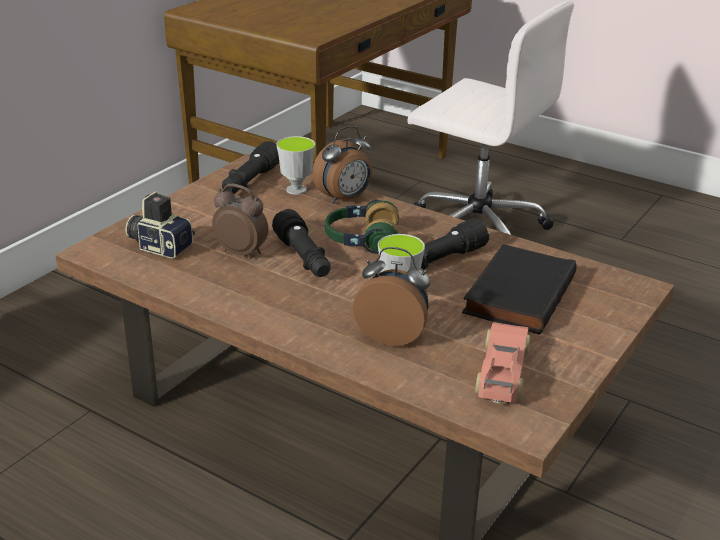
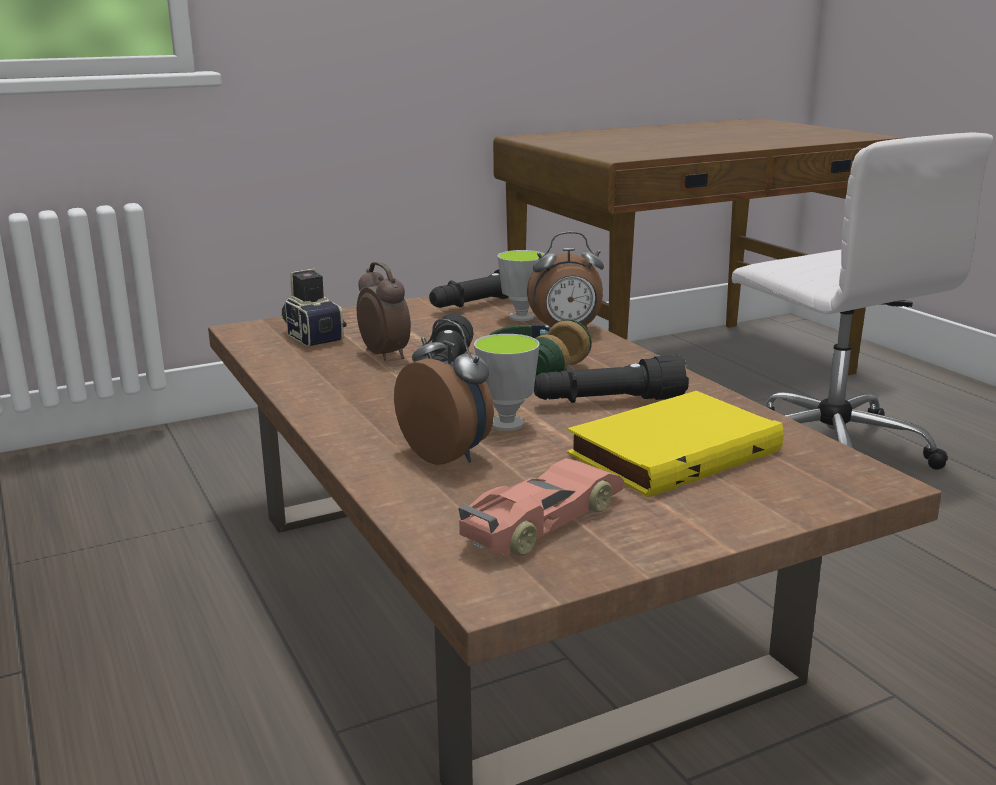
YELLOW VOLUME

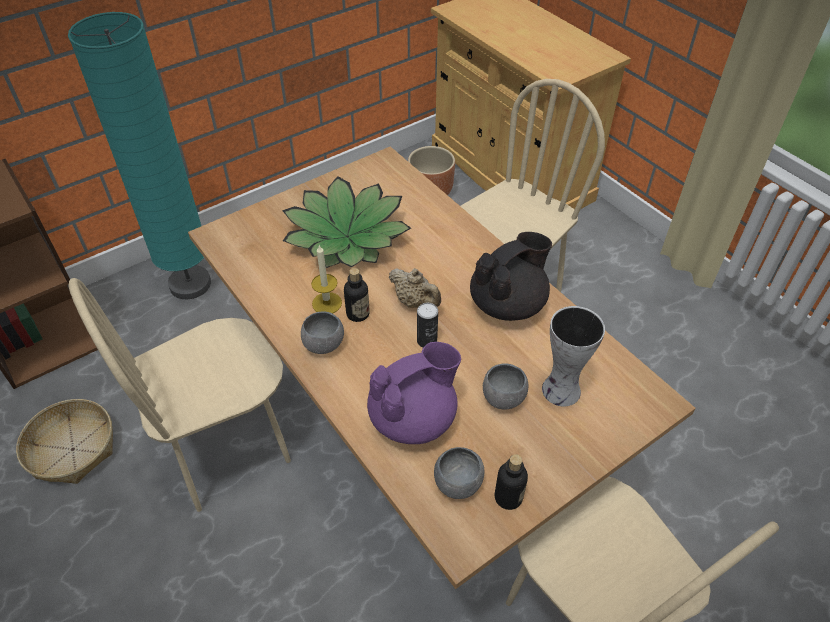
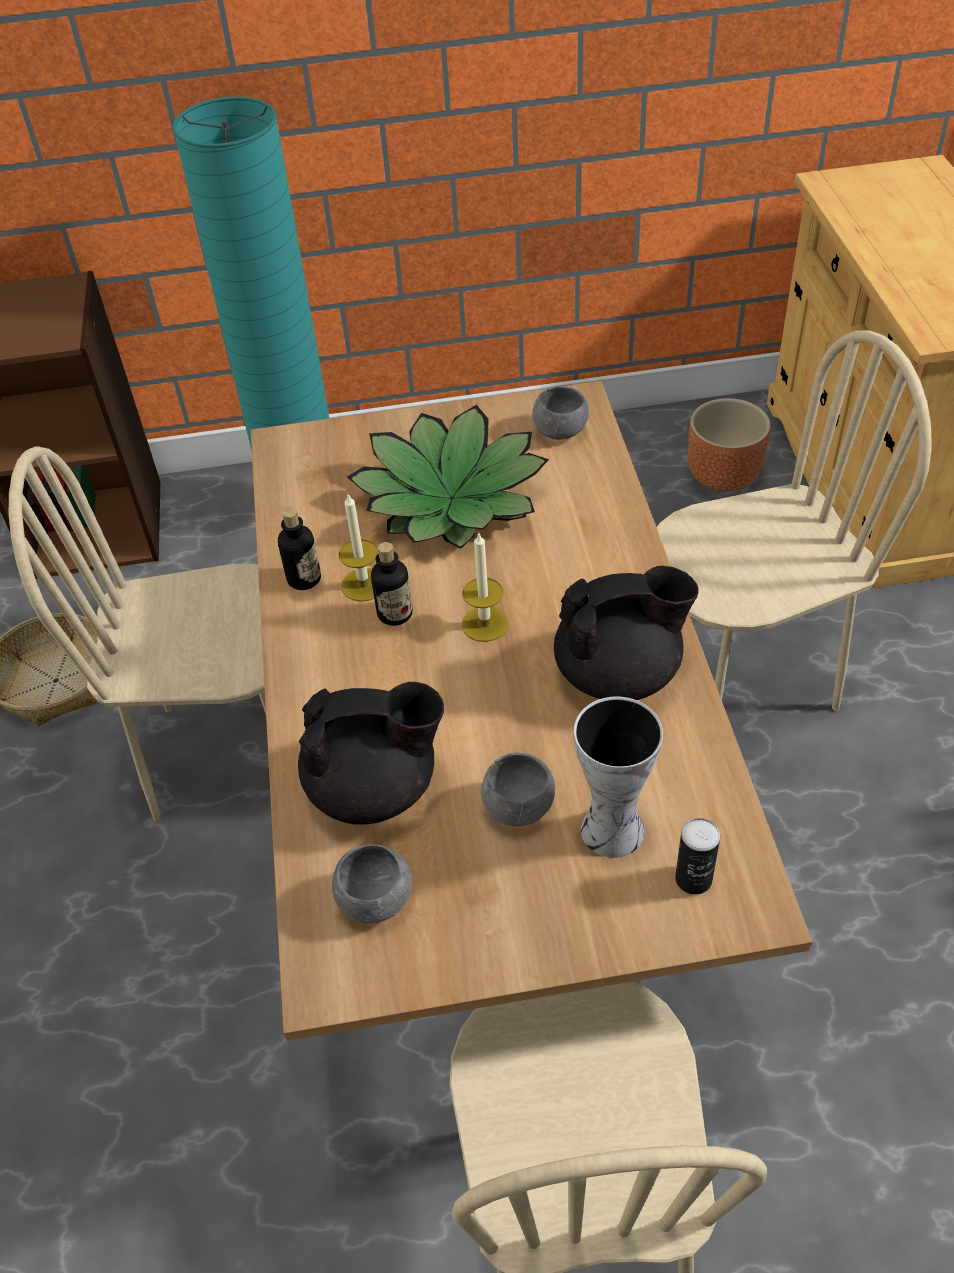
WAX CANDLE (2nd from left)
METAL CAN
GREYISH BOWL (3rd from left)
BLACK TEAPOT (1st from left)
BEVERAGE BOTTLE (1st from left)

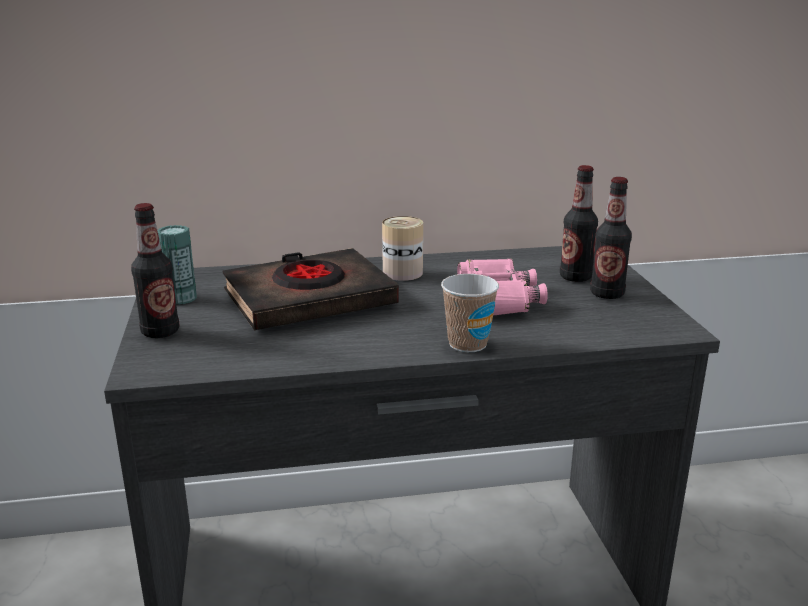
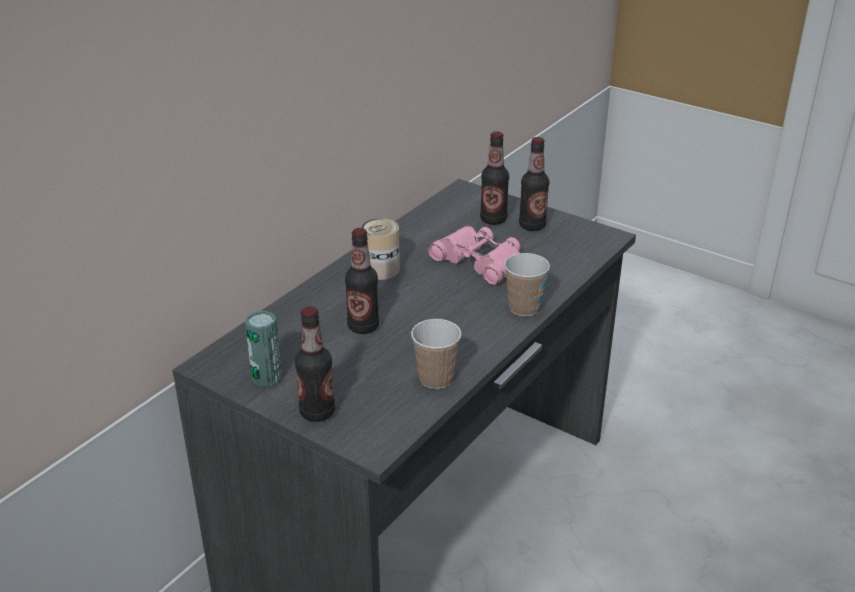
BEVERAGE BOTTLE (2nd from left)
CUP (1st from left)

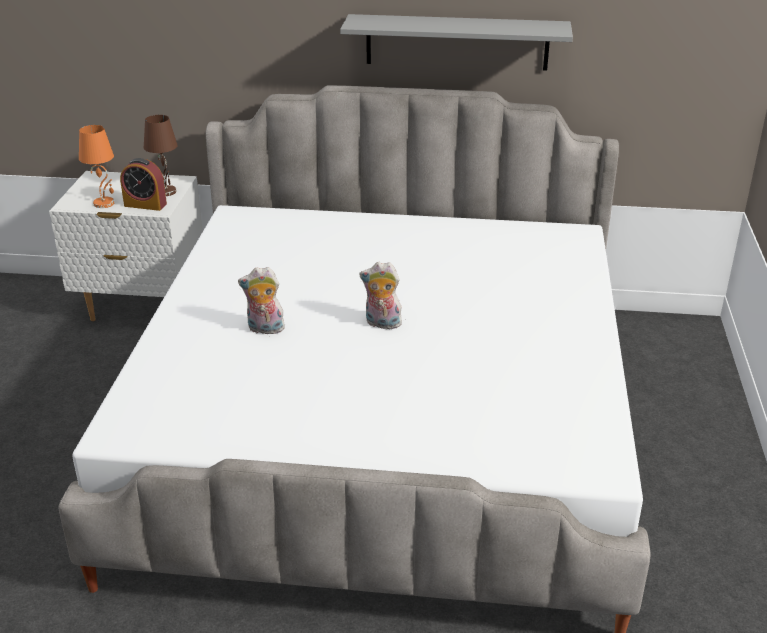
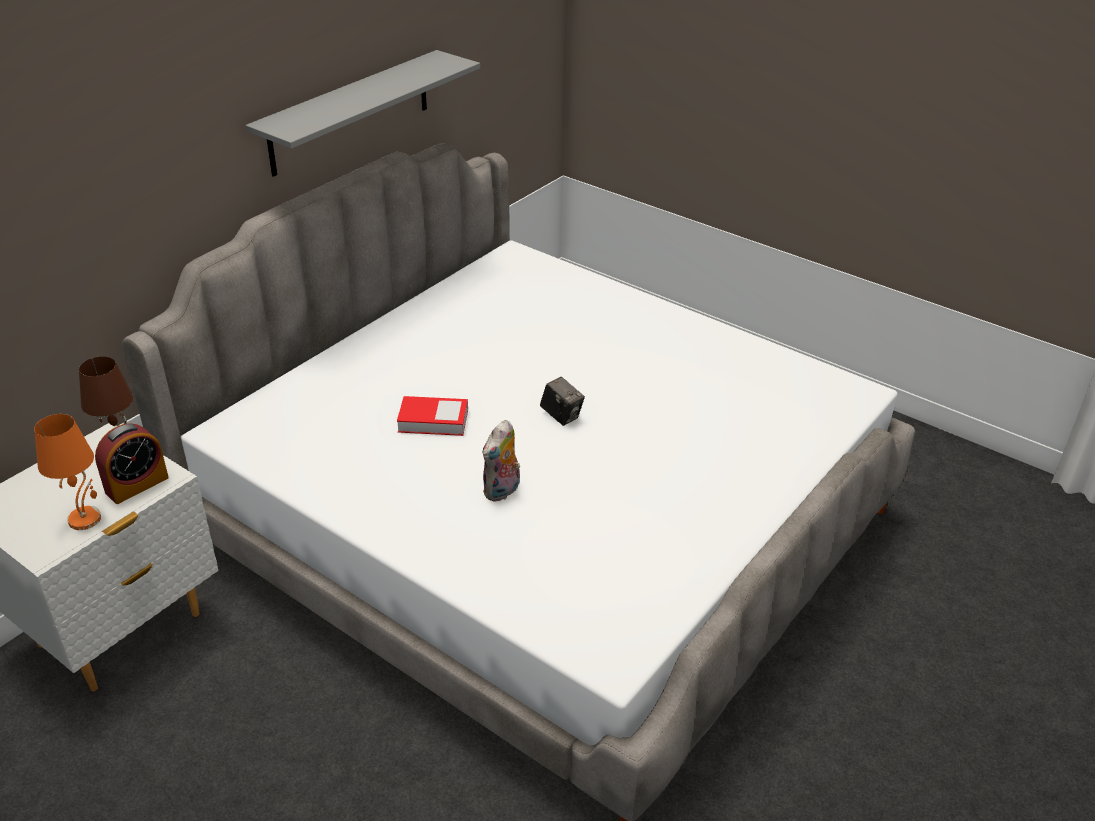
STILL CAMERA
VOLUME

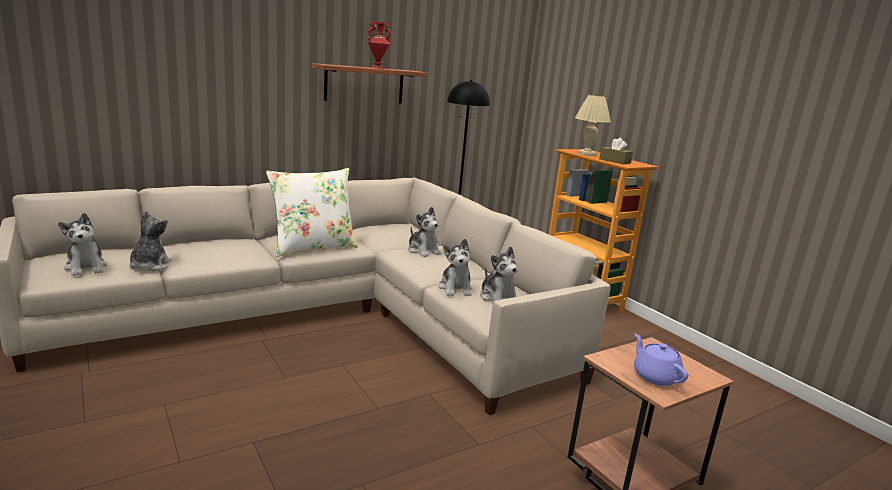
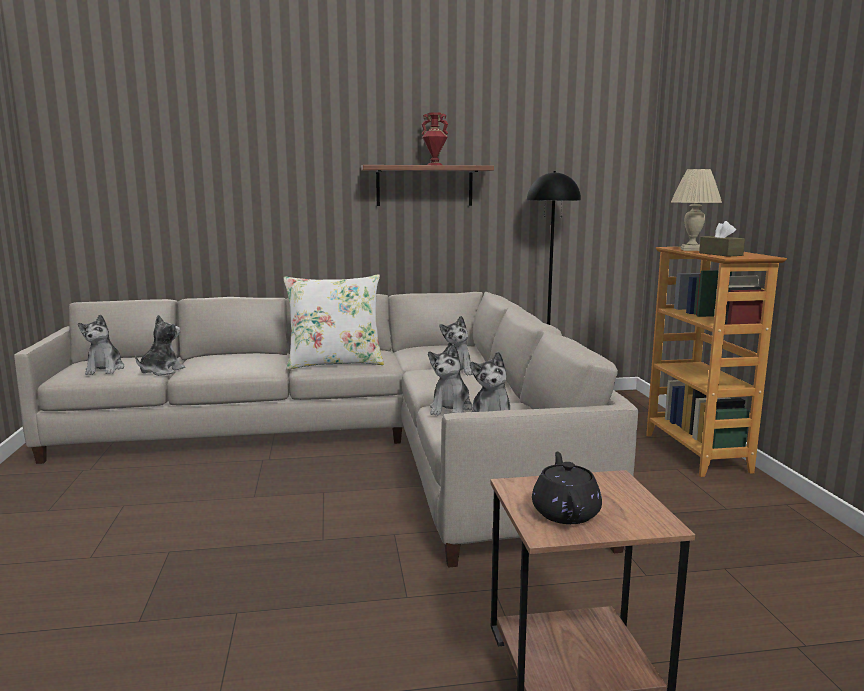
BLACK TEAPOT

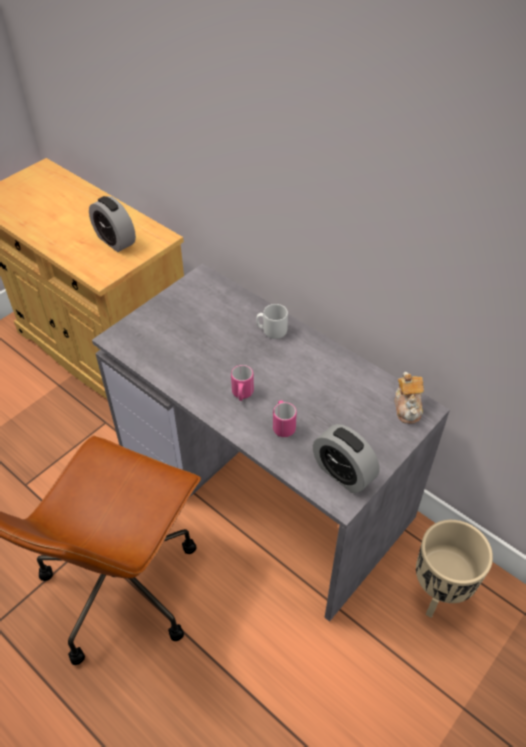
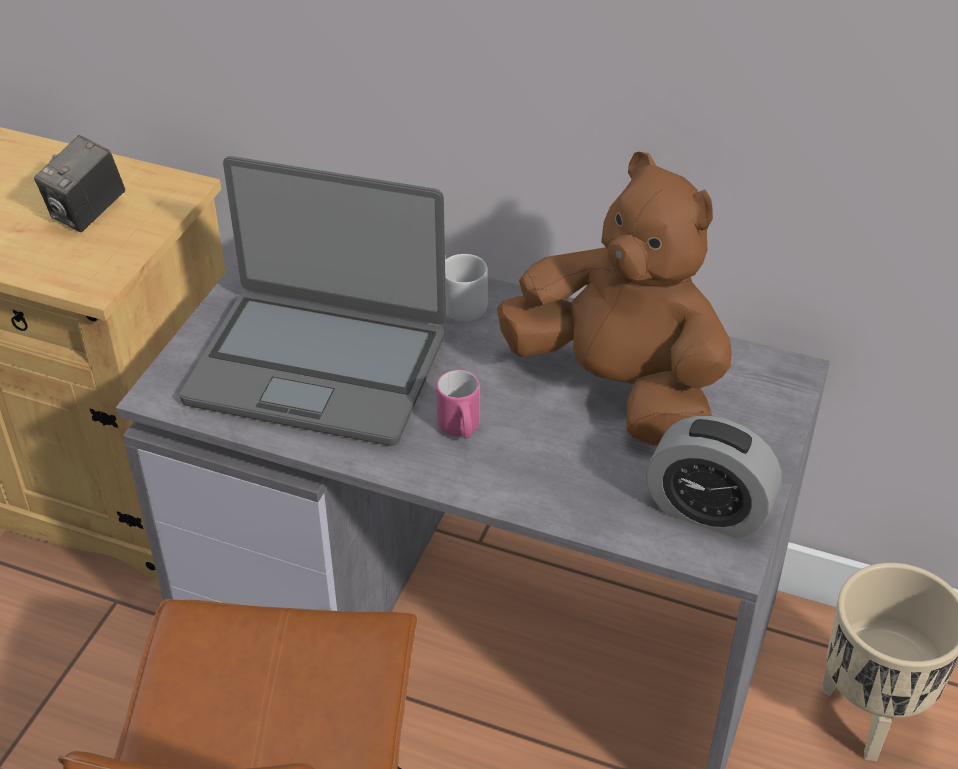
STILL CAMERA
TEAPOT
PINKISH MUG (2nd from left in the first image)
BROWN SOFT TOY
LAPTOP

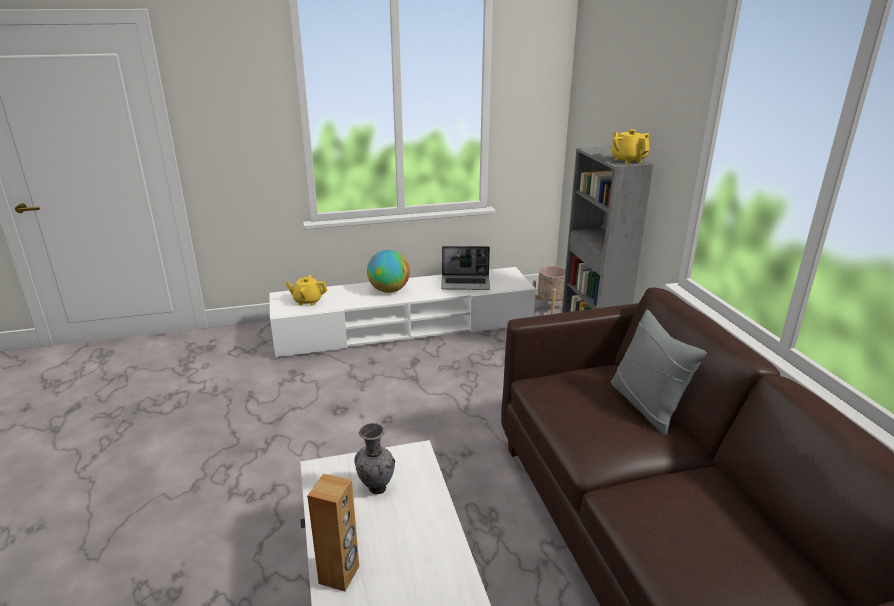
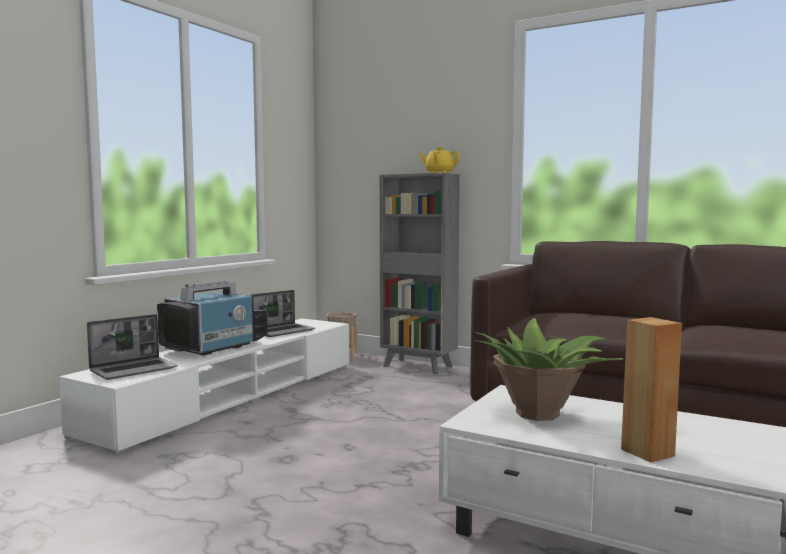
TELEVISION
LAPTOP (1st from left)
GREYISH CUSHION
HOUSEPLANT

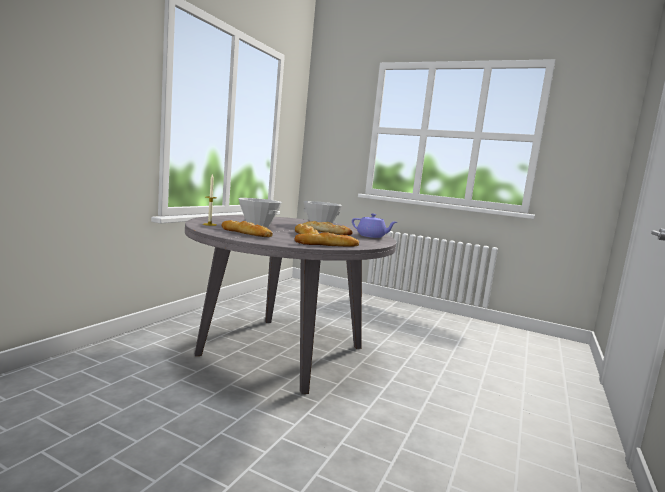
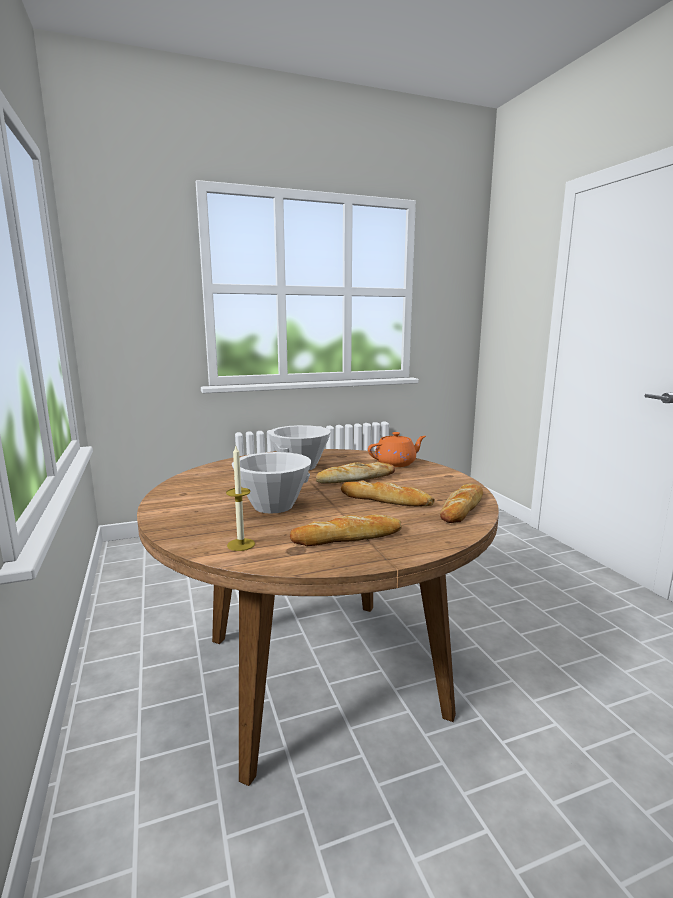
ORANGEY TEAPOT
BROWN DINNER TABLE

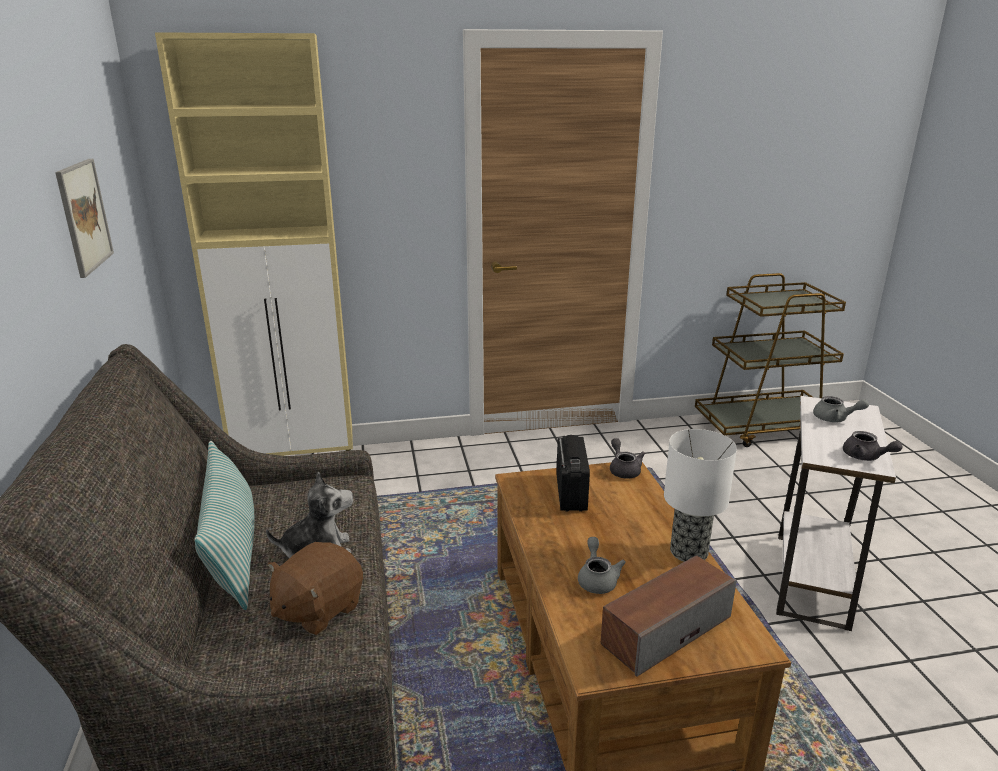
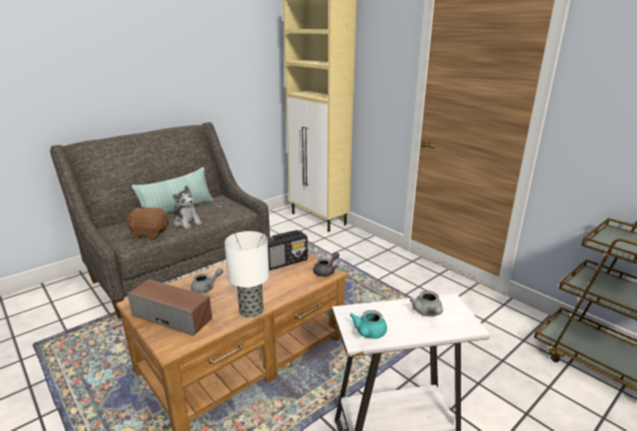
PICTURE
TURQUOISE-COLOURED TEAPOT

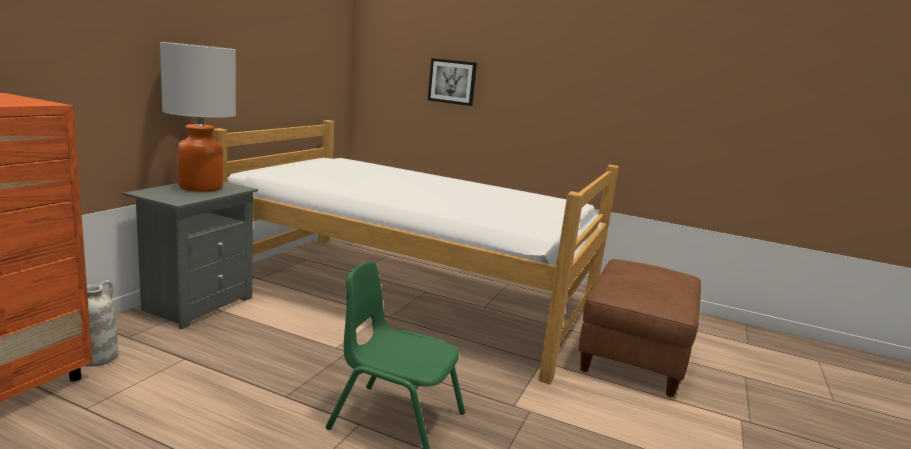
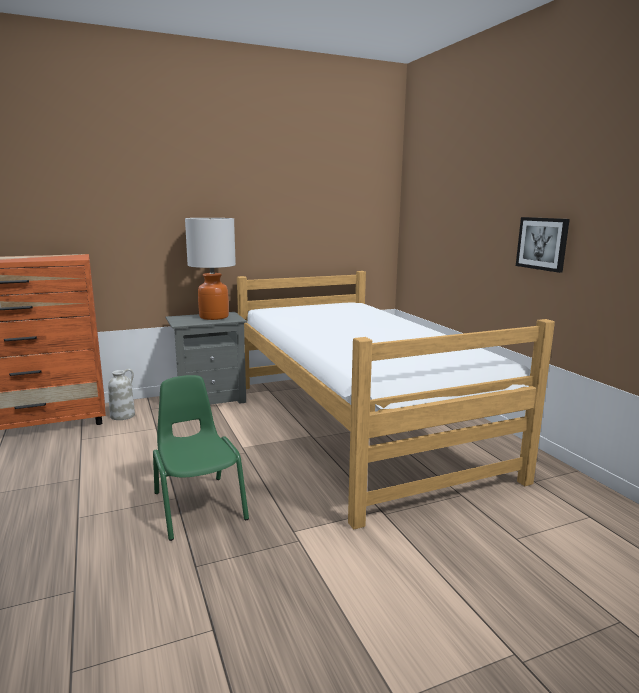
PICTURE
BROWN POUFFE

